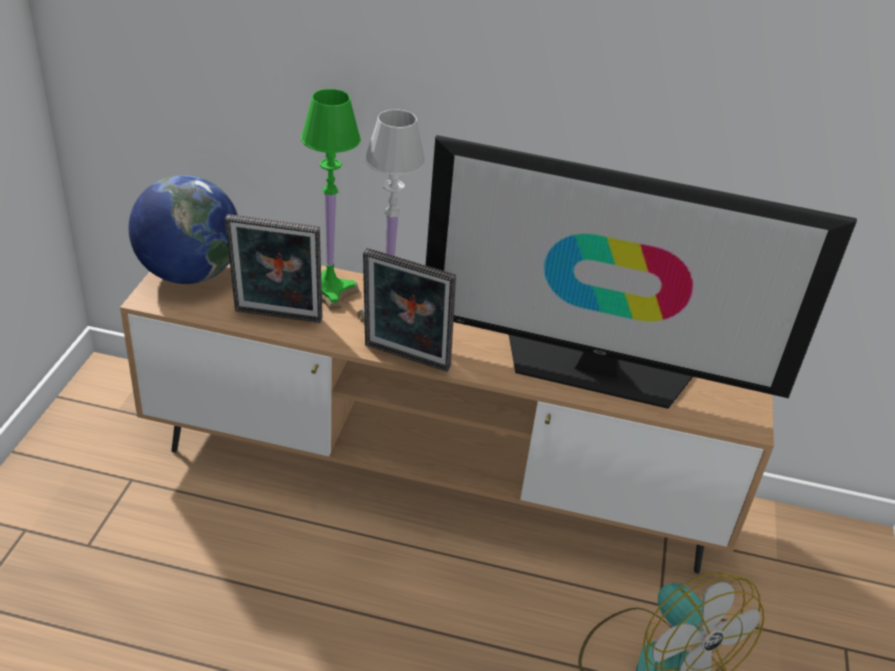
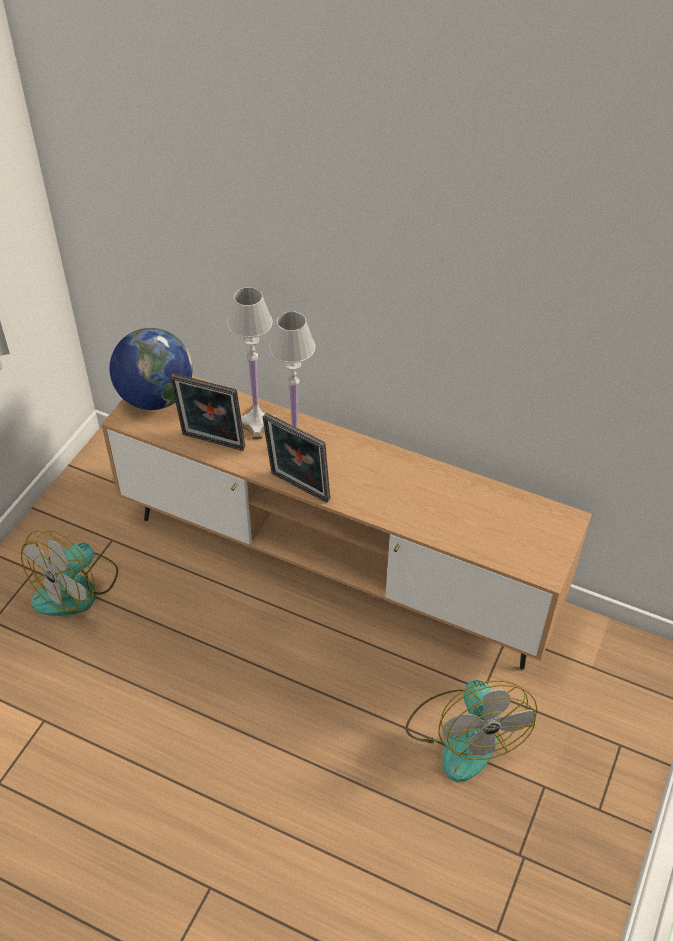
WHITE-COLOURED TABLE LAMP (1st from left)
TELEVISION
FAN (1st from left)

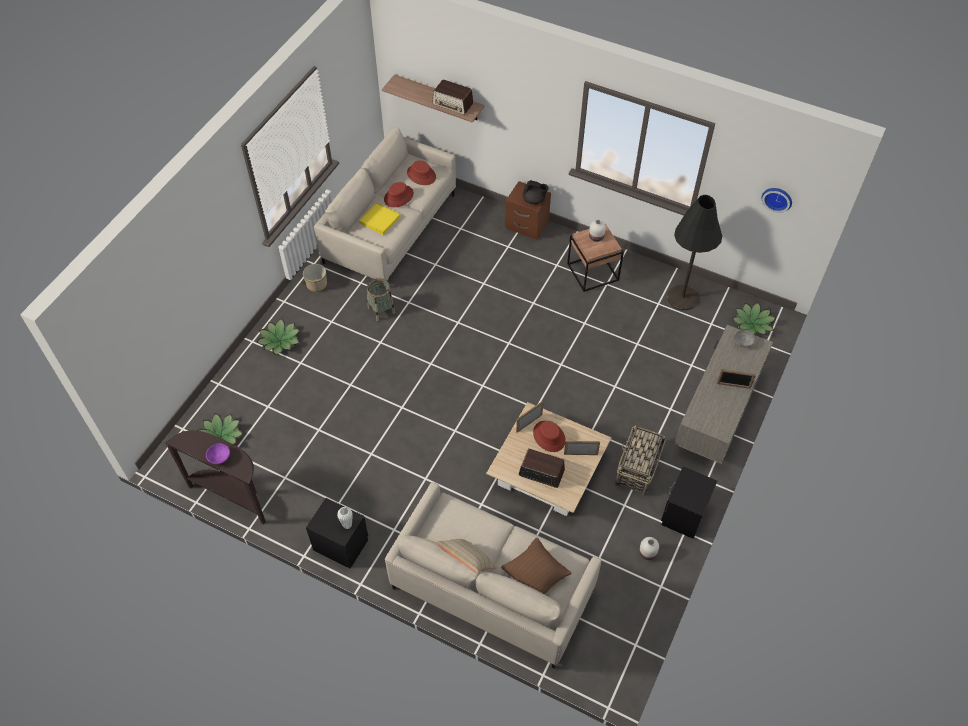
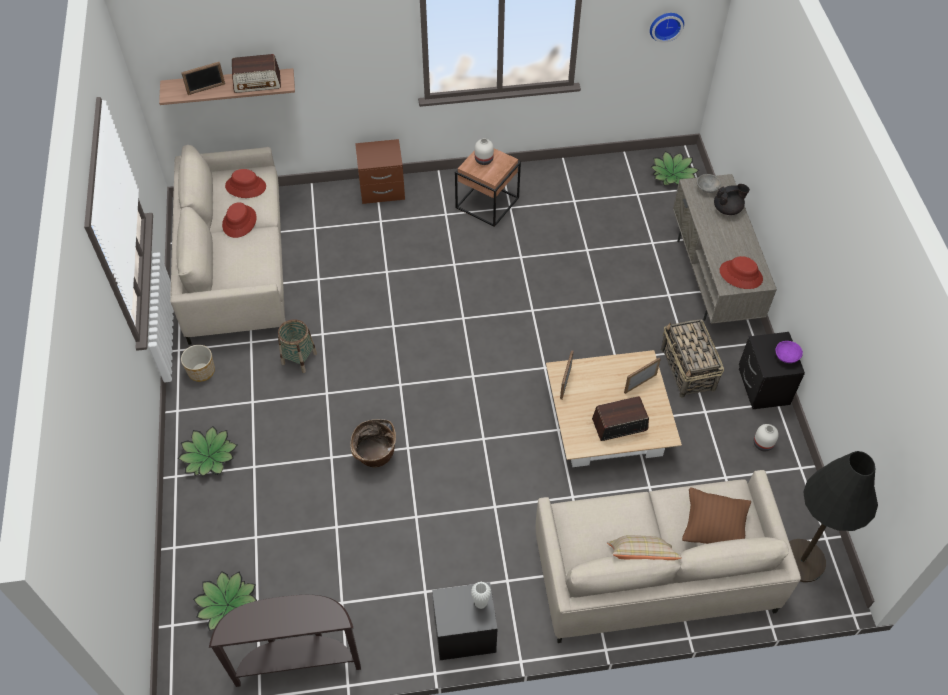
BLACK TEAPOT
BLACK FLOOR LAMP
YELLOW TRAY
PHOTO FRAME (1st from left)
RED-COLOURED WEARABLE HAT (3rd from left)
PURPLISH BOWL
STORAGE BASKET (2nd from left)

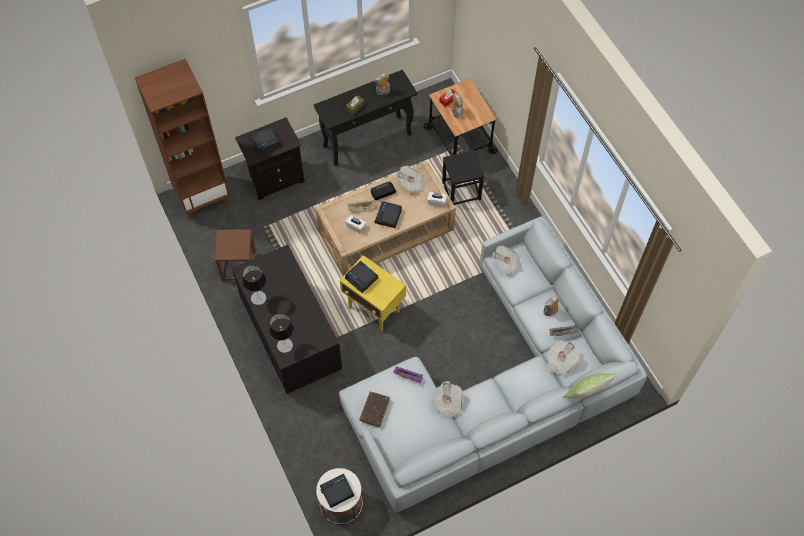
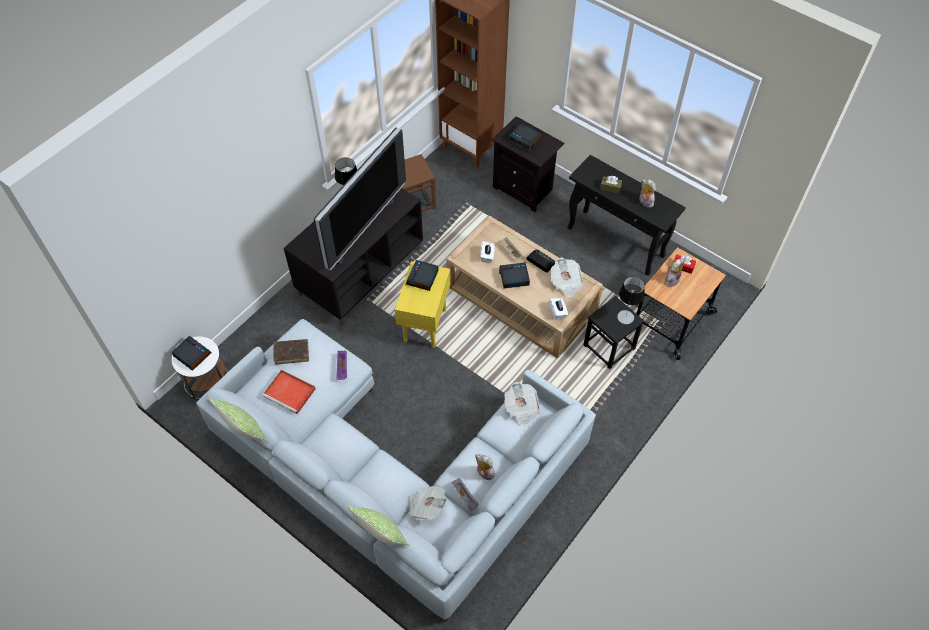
TABLE LAMP (2nd from left)
PRINTED PAPER (2nd from left in the first image)
TELEVISION
RED-COLOURED TRAY
CUSHION (1st from left)

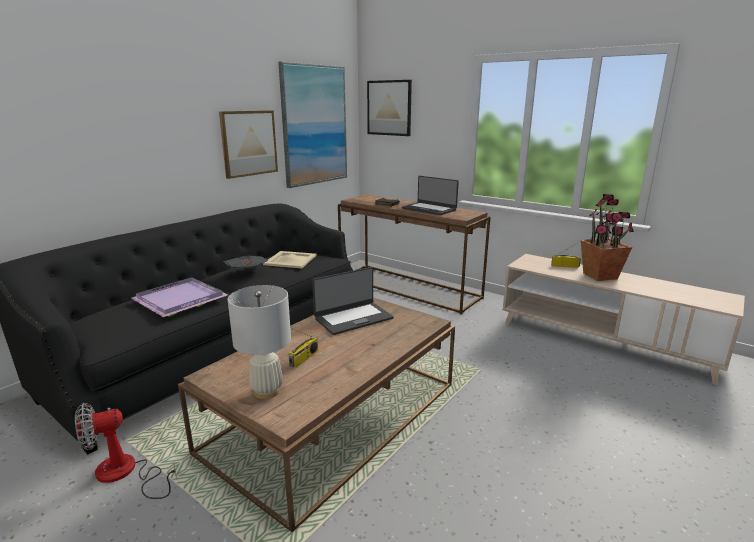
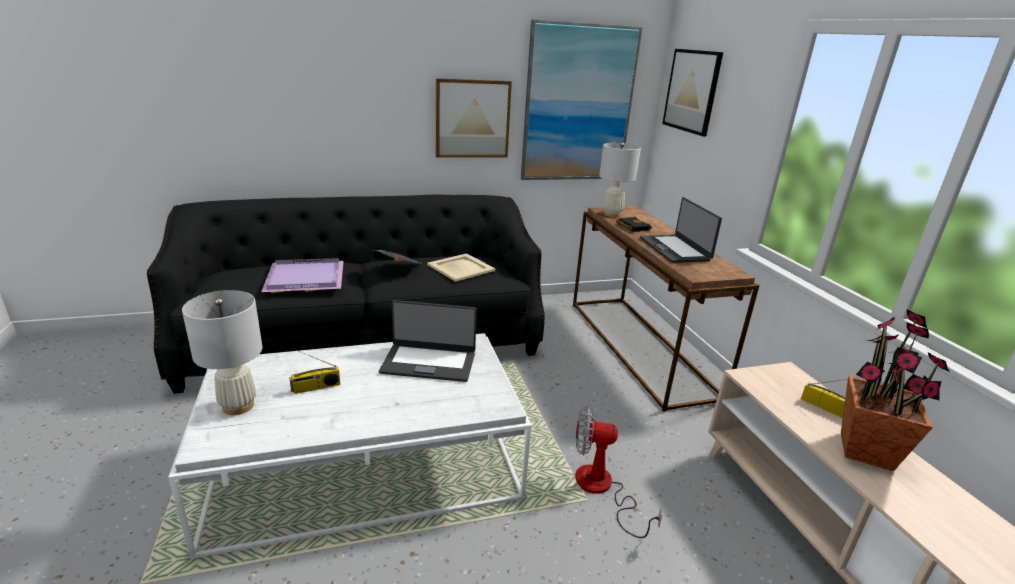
WHITE-COLOURED COFFEE TABLE
FAN
WHITE-COLOURED TABLE LAMP (2nd from left)

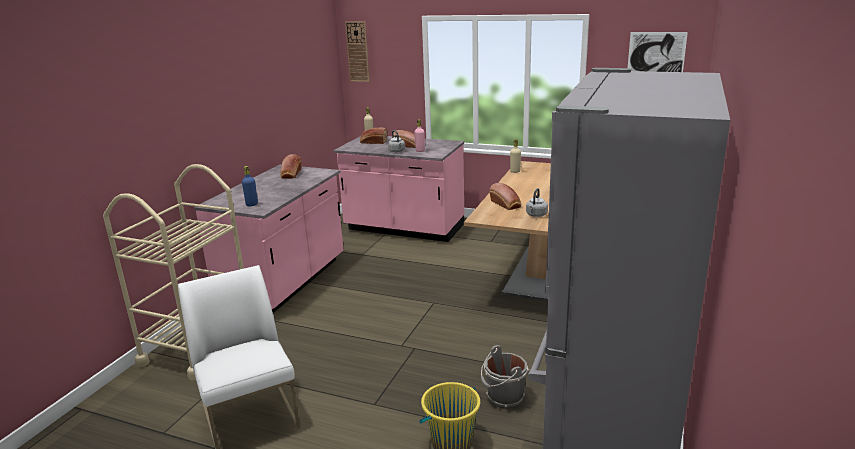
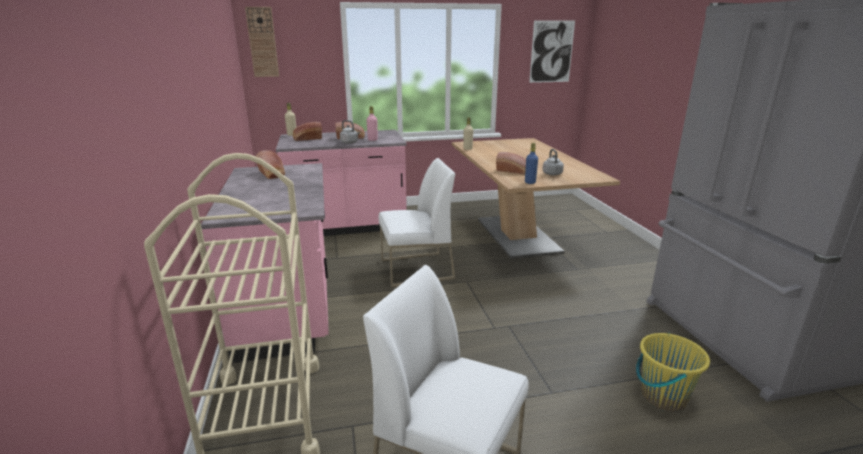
BLUISH BEVERAGE BOTTLE
GREYISH BUCKET
WHITE-COLOURED CHAIR (1st from left)

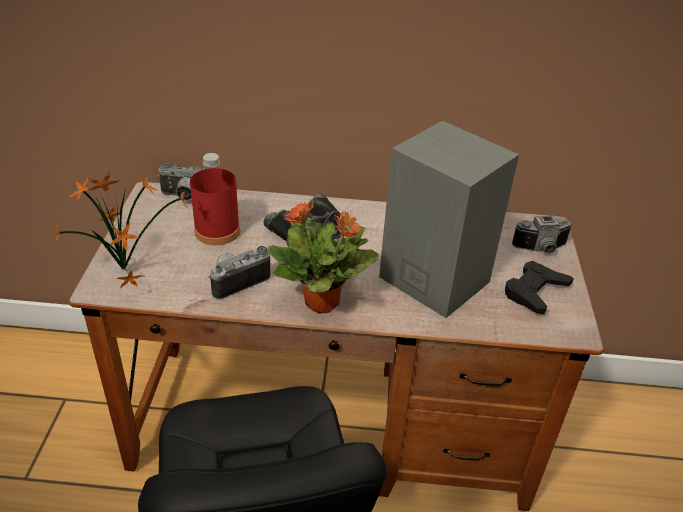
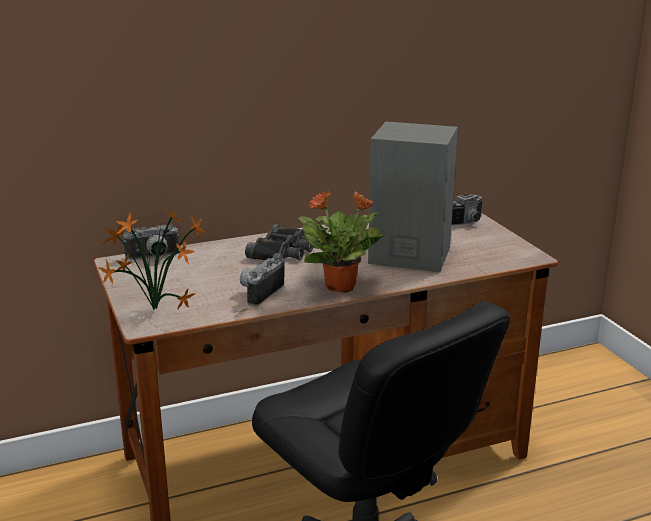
RED-COLOURED BEVERAGE BOTTLE
BLACK JOYPAD

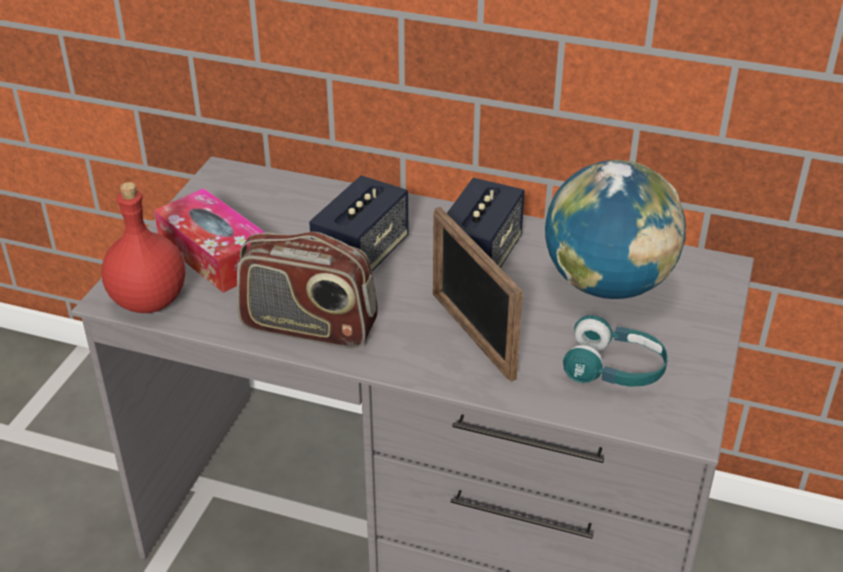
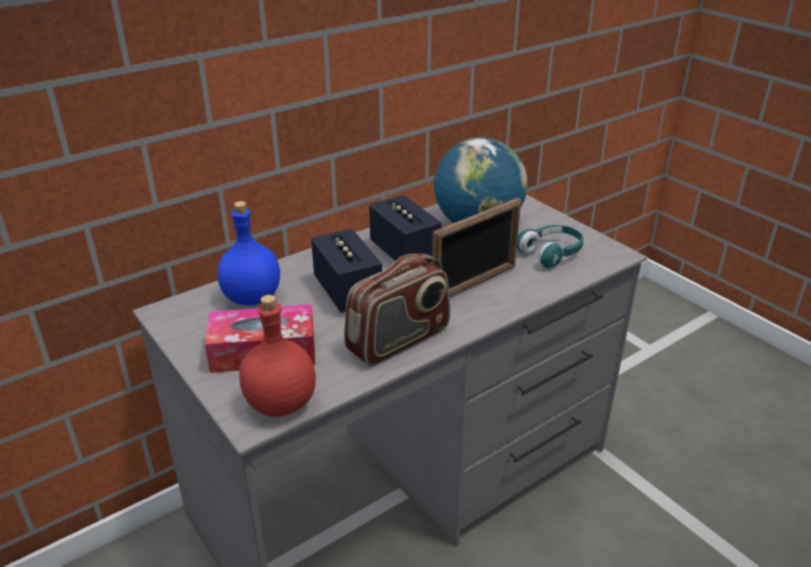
PHOTO FRAME
BLUISH BEVERAGE BOTTLE

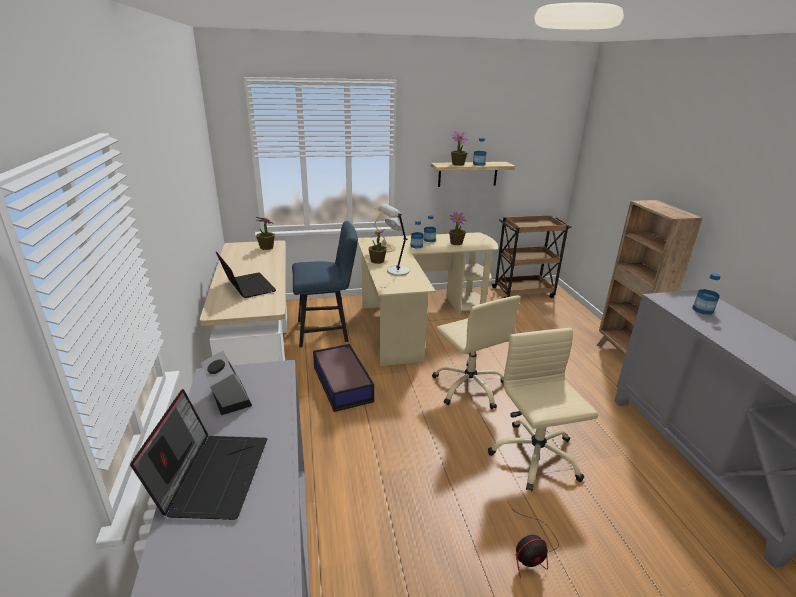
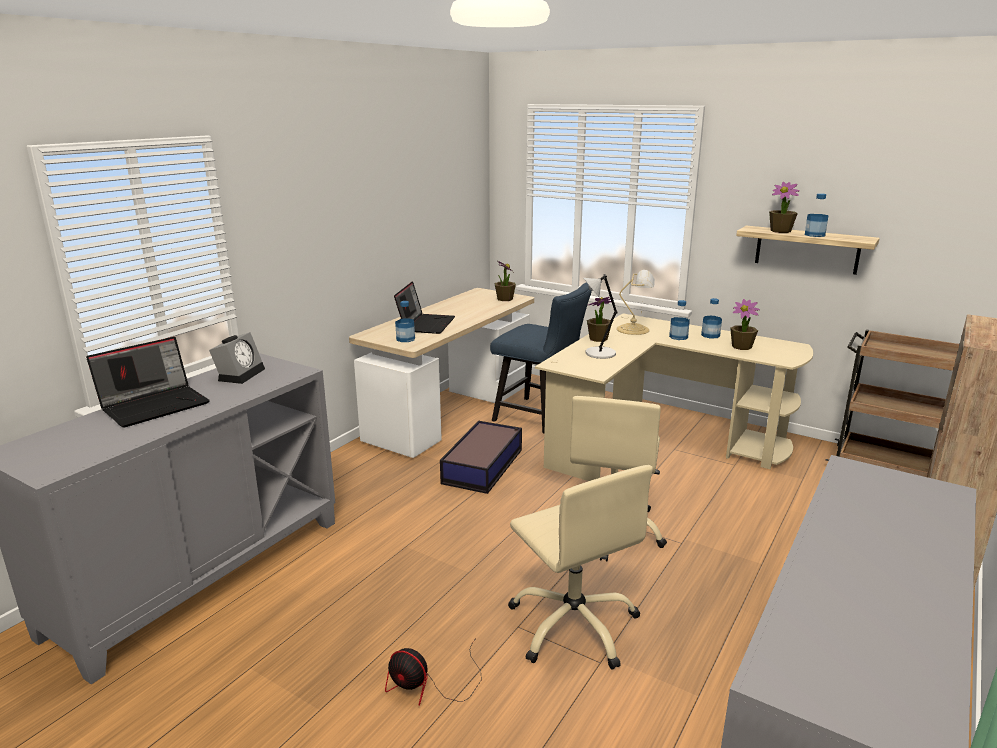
BEVERAGE BOTTLE (1st from left)
BEIGE-COLOURED DESK CHAIR (1st from left)

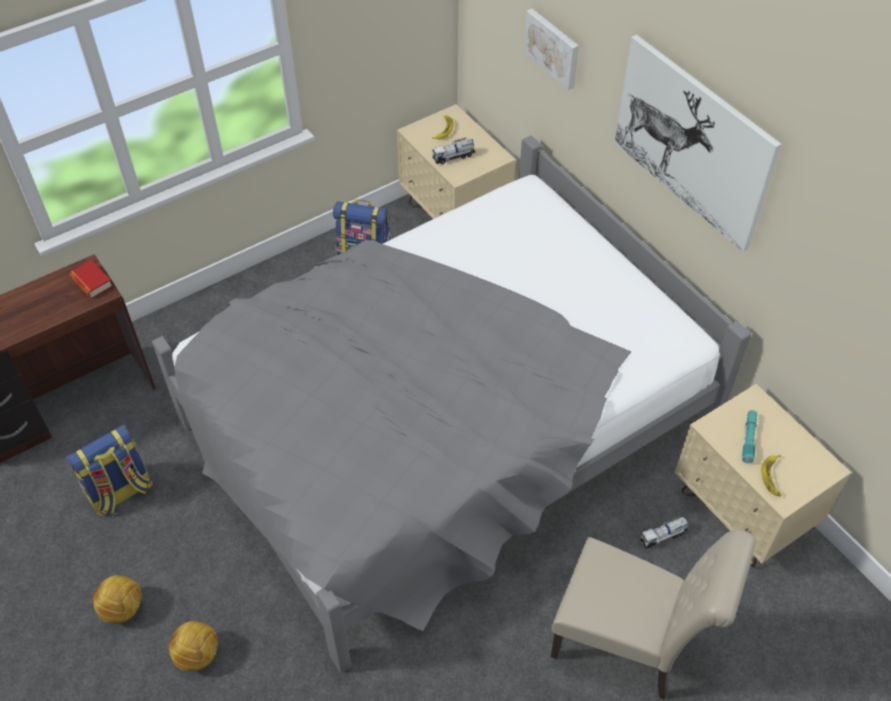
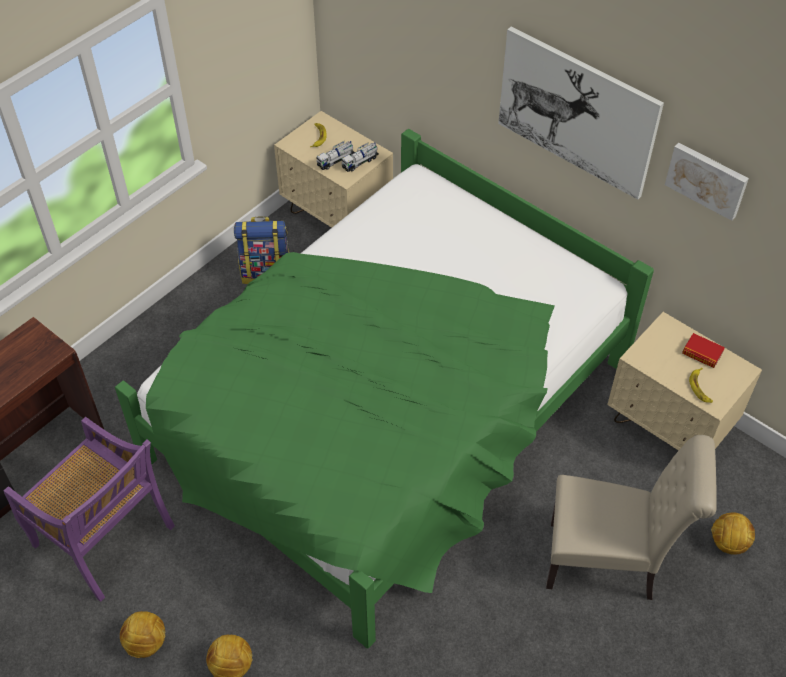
PICTURE (2nd from left)
GREEN BEDROOM BED
VOLUME
TURQUOISE-COLOURED TORCH
PURPLISH CHAIR
TOY LORRY (2nd from left)
FOOTBALL BALL (3rd from left)

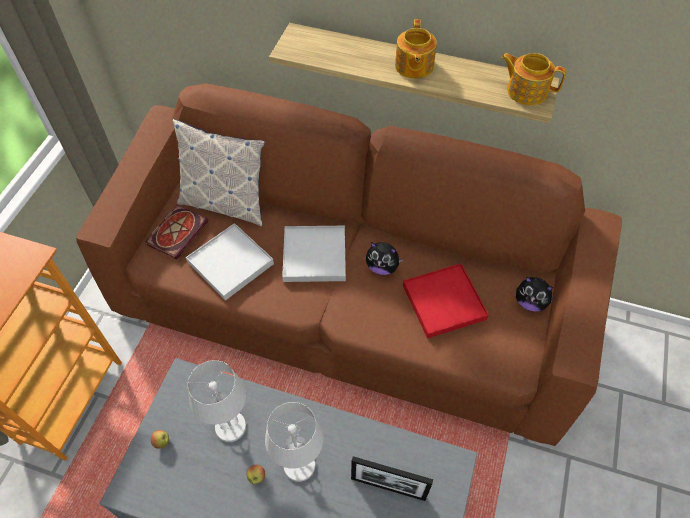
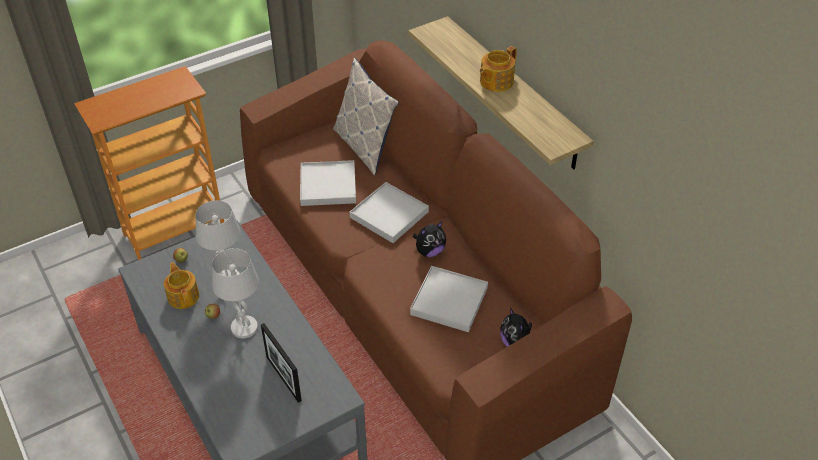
TEAPOT (1st from left)
VOLUME
SOFT TOY (1st from left)
WHITE-COLOURED TRAY (3rd from left)

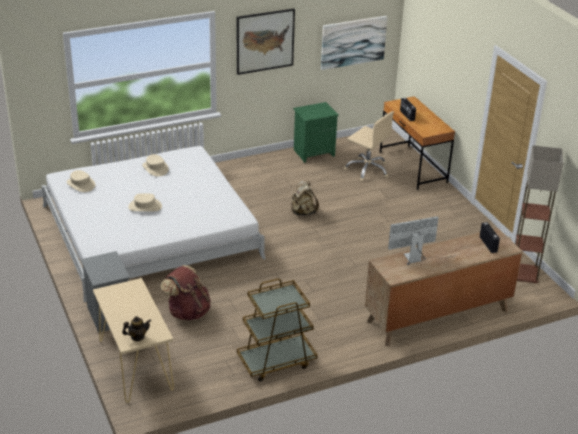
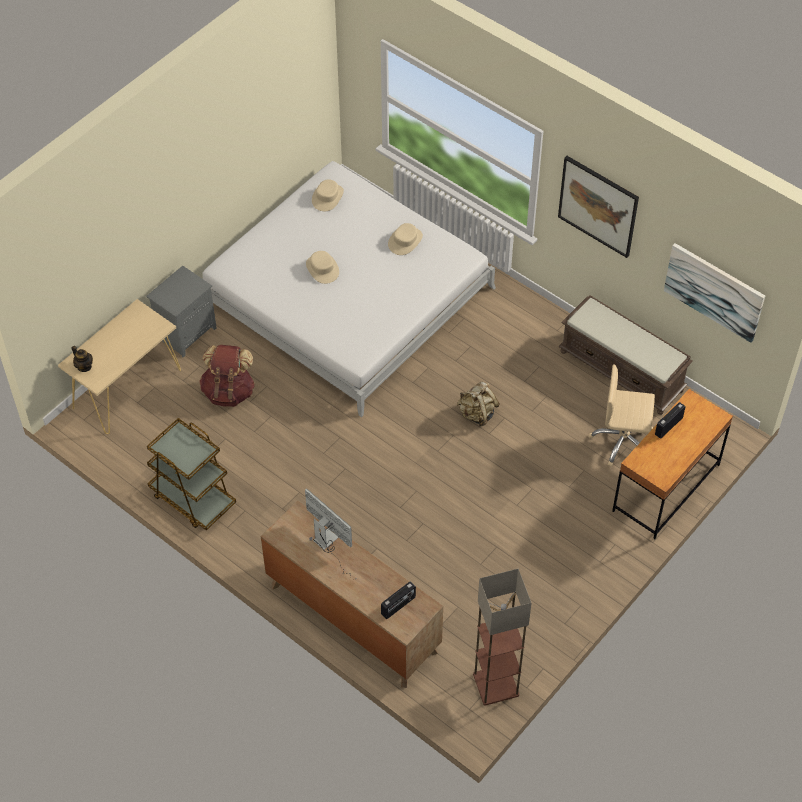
BROWN LONG SEAT
BEIGE-COLOURED DESK CHAIR

